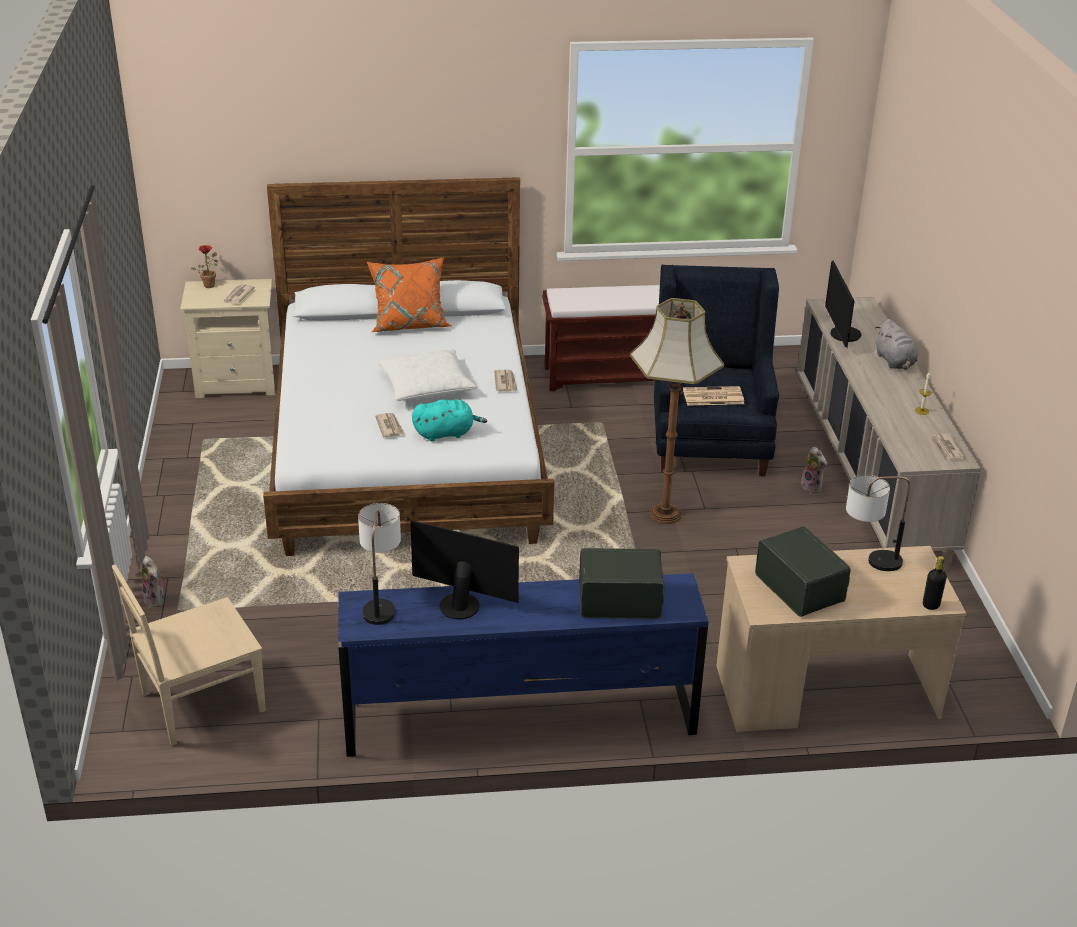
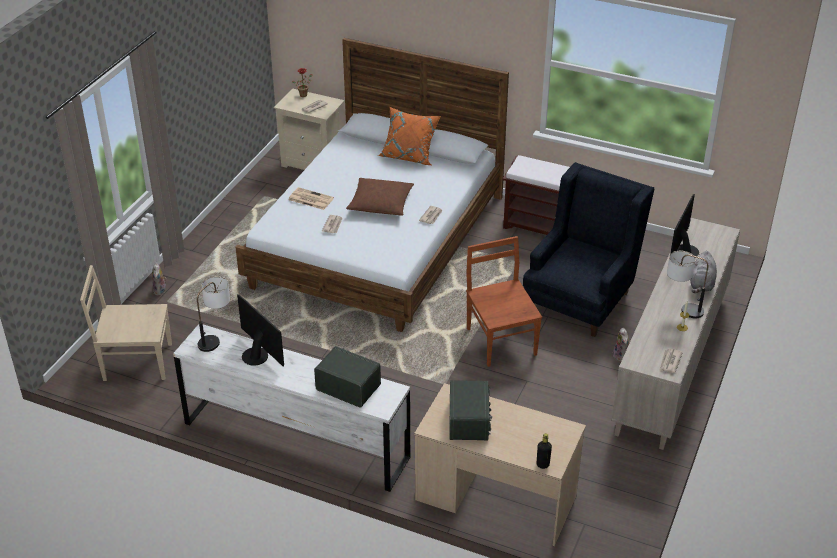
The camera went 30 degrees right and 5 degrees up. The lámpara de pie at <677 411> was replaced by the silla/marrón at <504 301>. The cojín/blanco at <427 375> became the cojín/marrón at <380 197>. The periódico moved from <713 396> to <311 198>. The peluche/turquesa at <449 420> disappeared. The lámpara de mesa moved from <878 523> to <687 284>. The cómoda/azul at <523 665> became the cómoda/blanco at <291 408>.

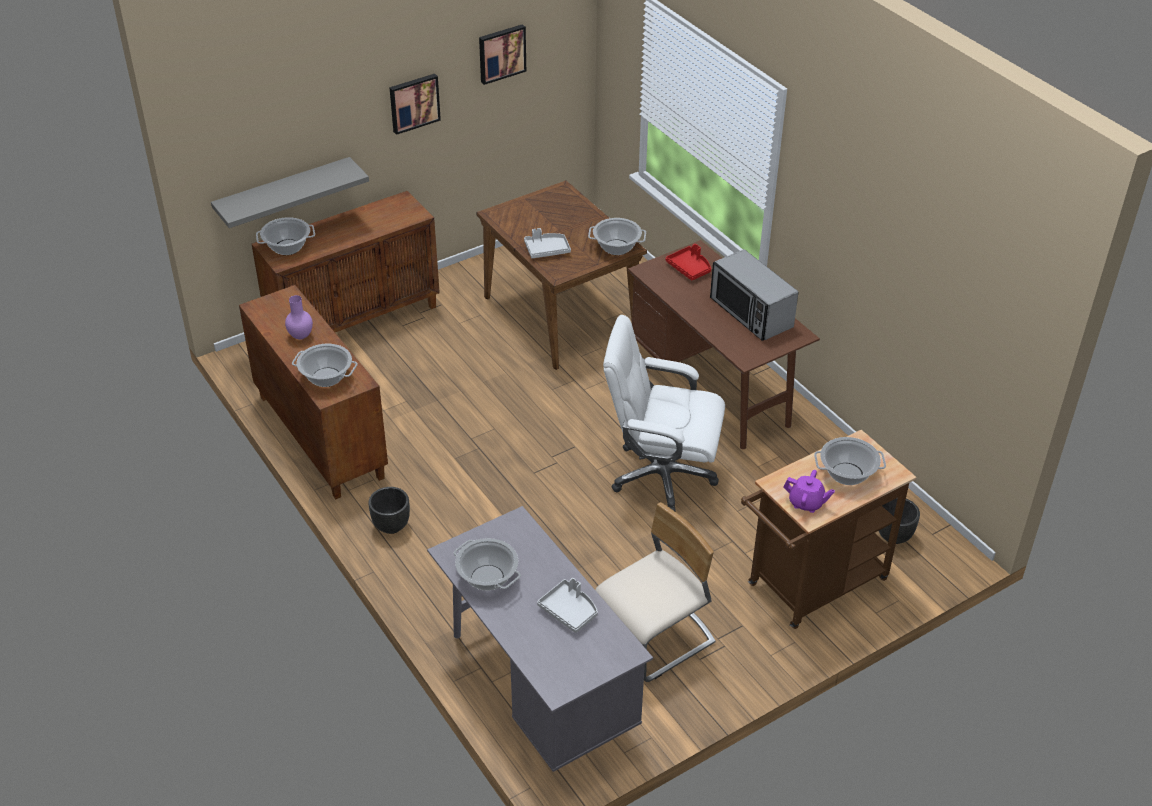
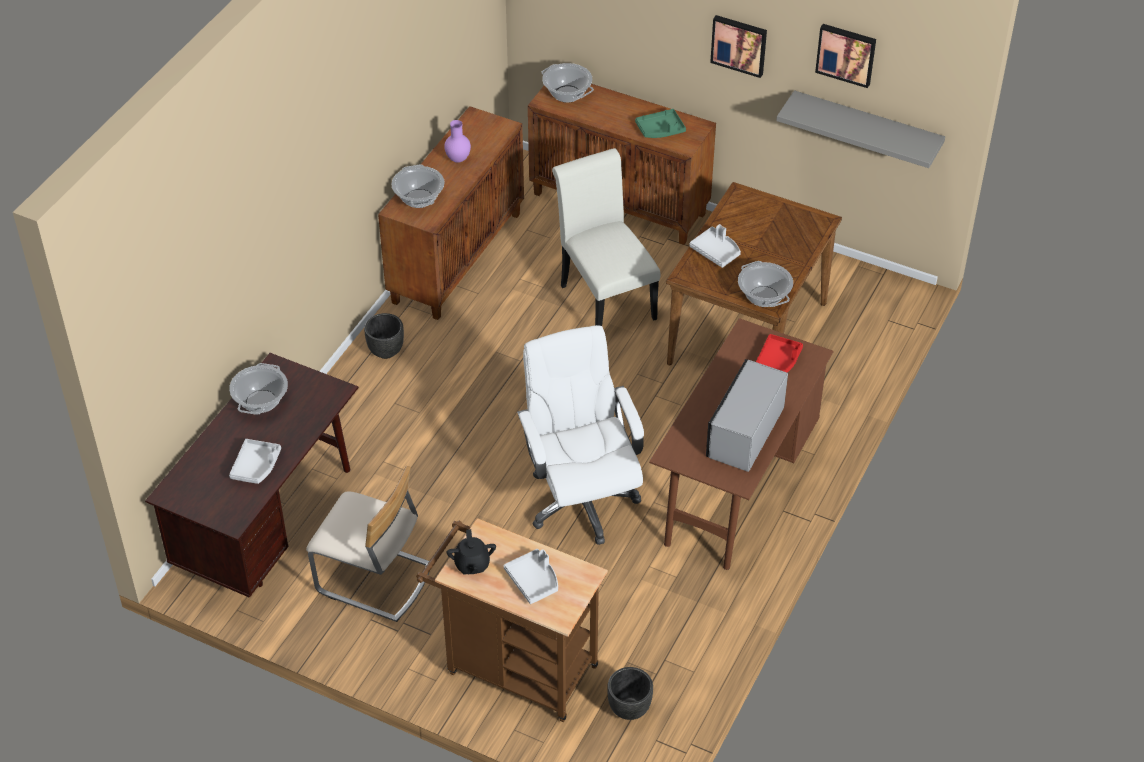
The camera went 60 degrees right and 5 degrees up. The estante/gris moved from <290 192> to <860 129>. The olla at <850 461> was replaced by the bandeja/gris at <531 576>. The tetera/morado at <809 491> became the tetera/negro at <471 552>. The escritorio/gris at <540 639> became the escritorio/marrón at <252 475>. The bandeja/verde at <660 123> appeared. The silla/blanco at <606 237> appeared.

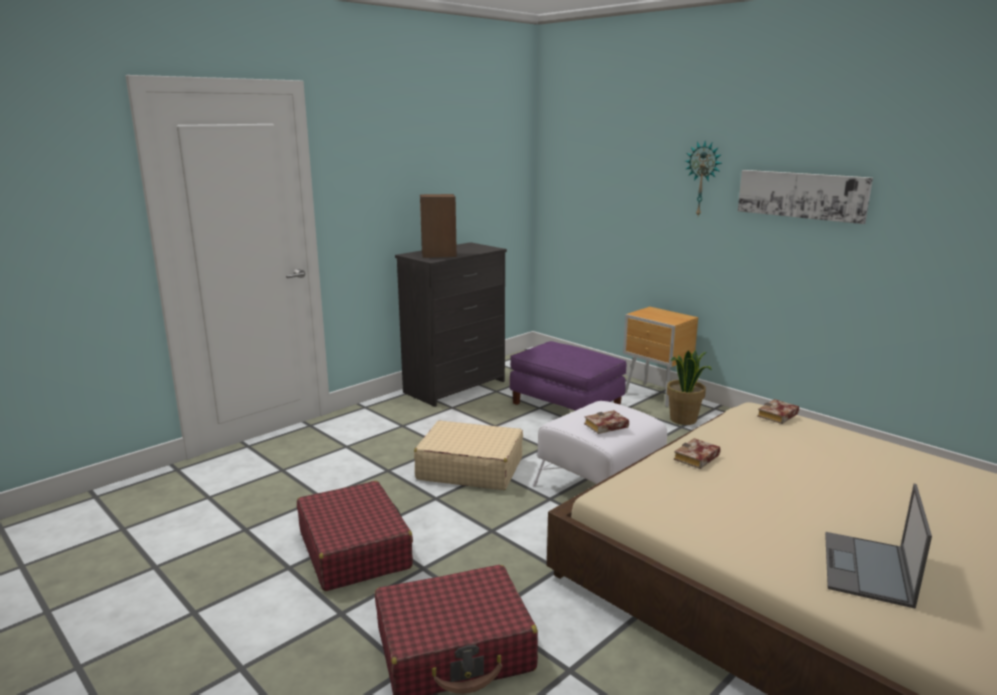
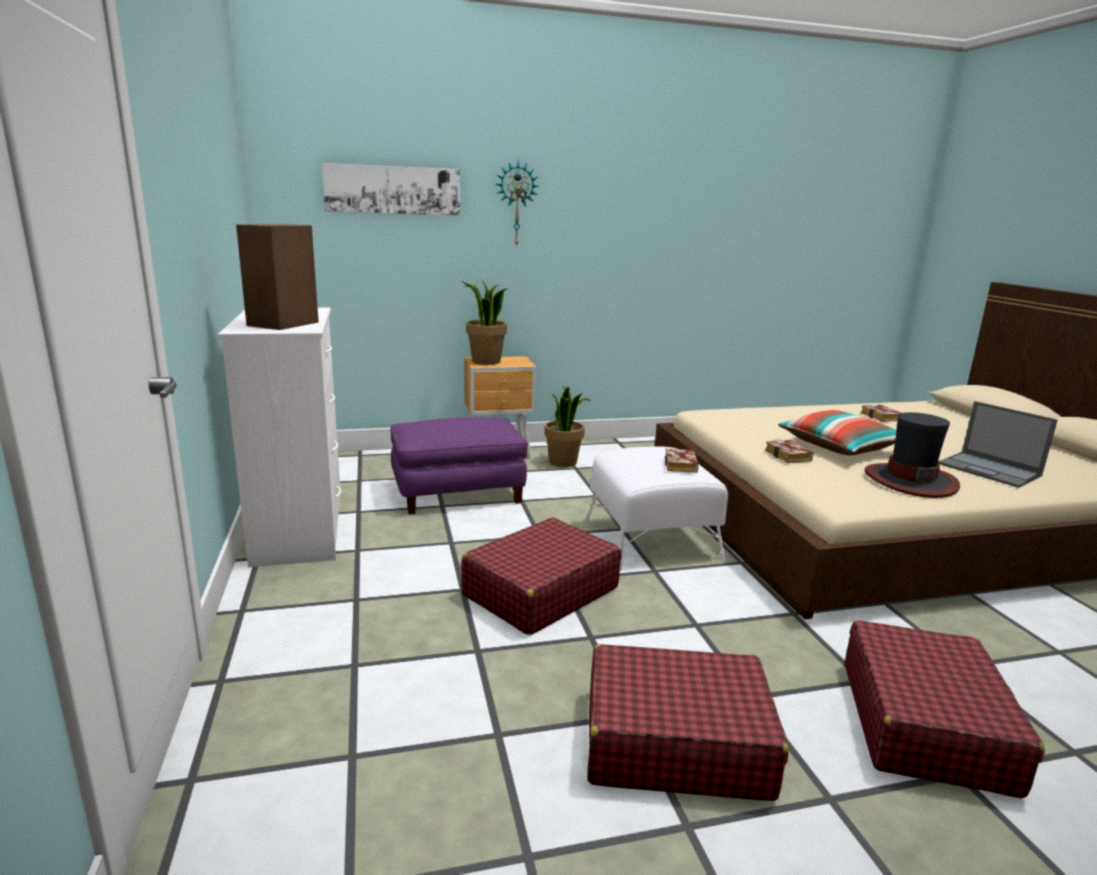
The camera went 60 degrees left and 0 degrees up. The cuadro moved from <805 197> to <391 189>. The cómoda/negro at <451 324> became the cómoda/blanco at <279 437>. The libro moved from <778 411> to <880 413>. The maleta/beis at <468 455> became the maleta/rojo at <541 576>. The planta en maceta at <484 322> appeared. The cojín at <837 432> appeared. The sombrero at <912 455> appeared.

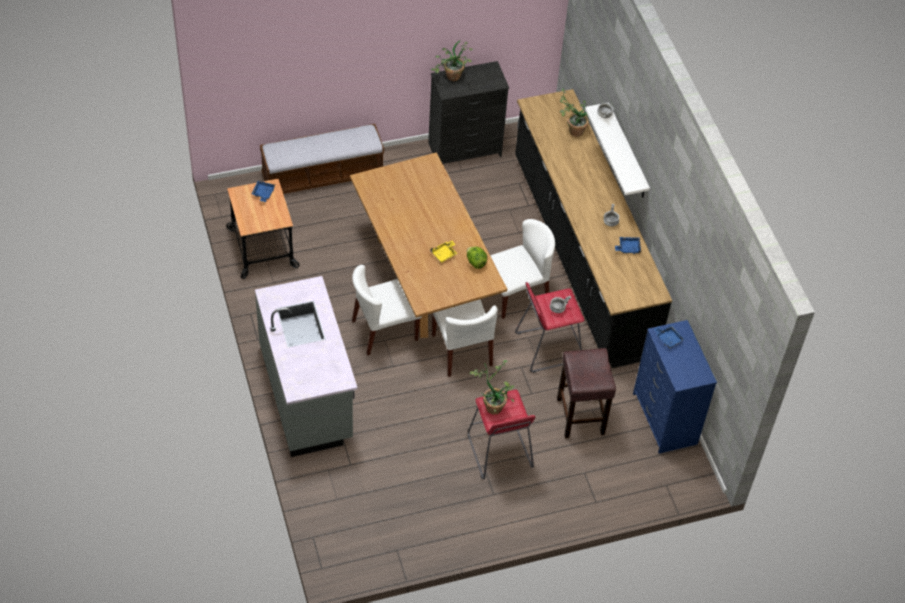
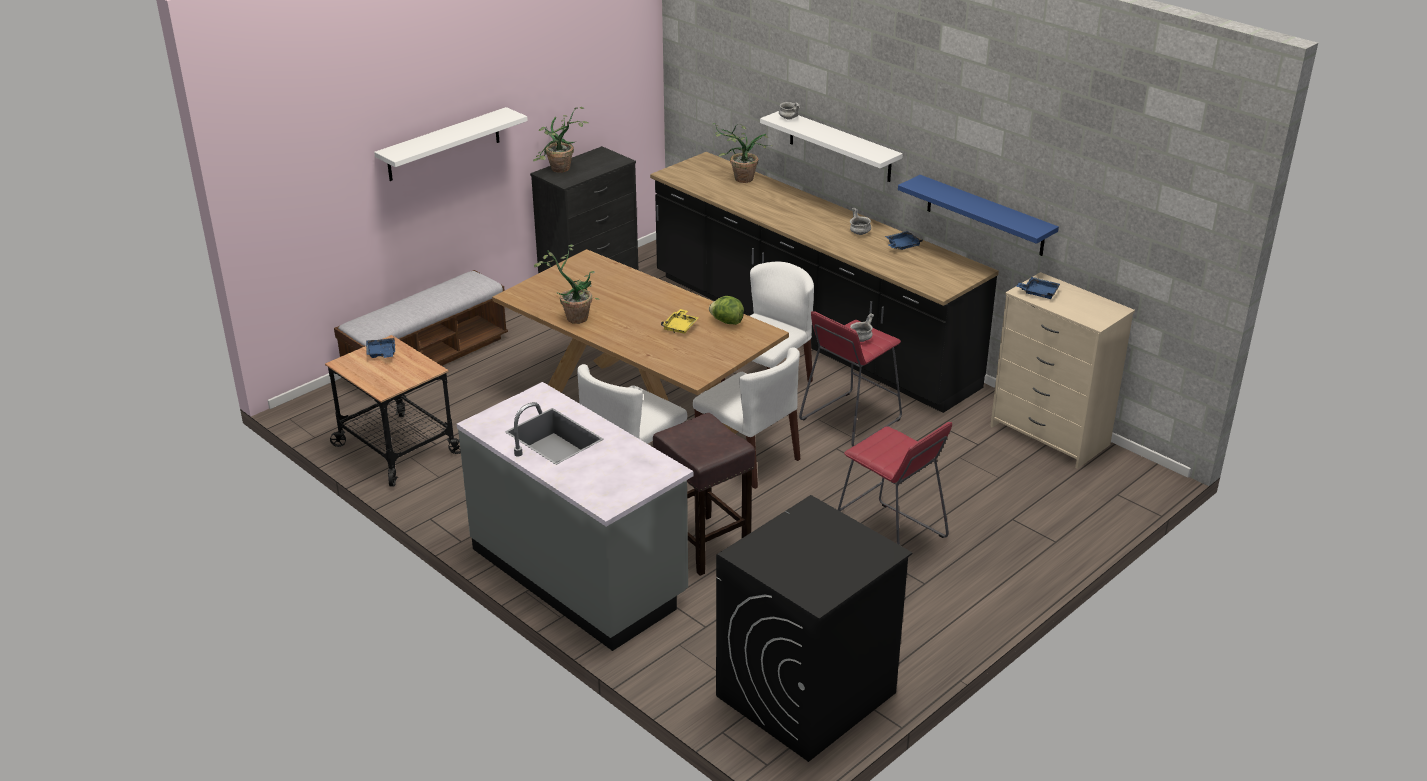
The camera went 25 degrees left and 20 degrees down. The cómoda/azul at <675 387> became the cómoda/beis at <1062 370>. The taburete/marrón moved from <586 393> to <704 494>. The planta en maceta moved from <492 387> to <566 284>. The estante/blanco at <451 144> appeared. The estante/azul at <978 215> appeared. The lavadora/negro at <814 628> appeared.

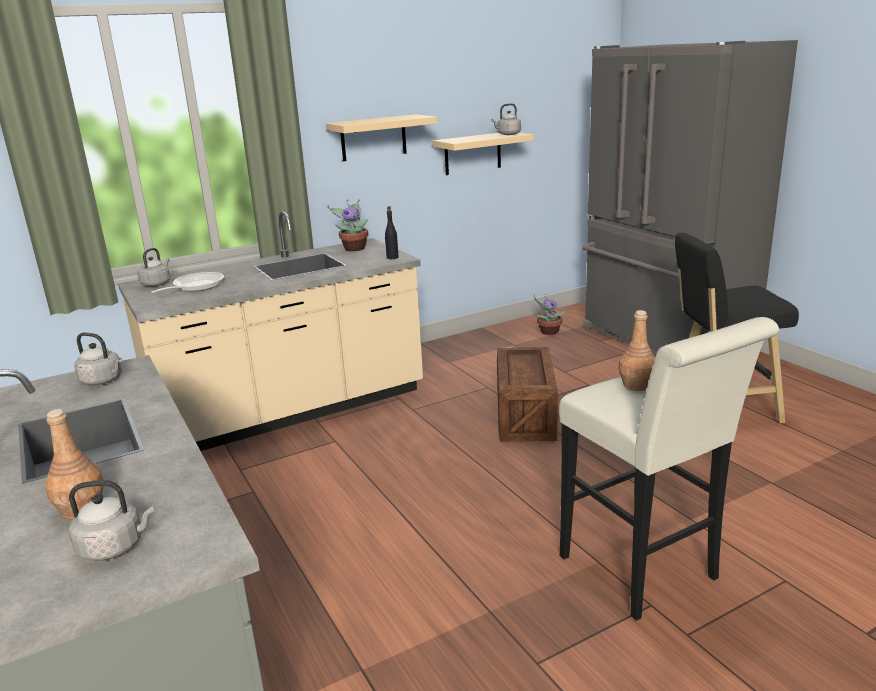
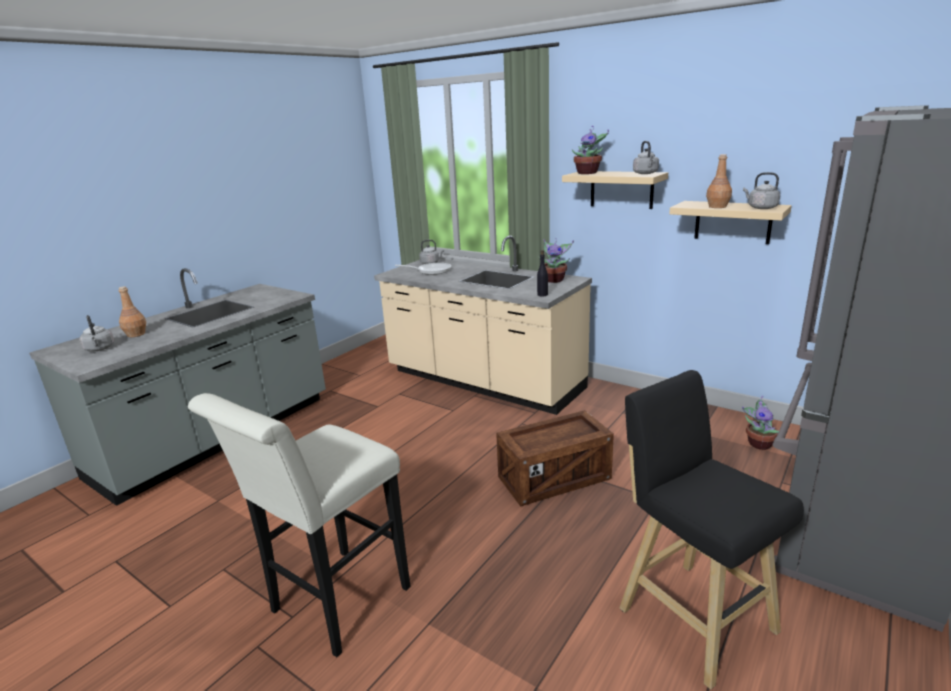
The camera went 65 degrees right and 0 degrees up. The botella/marrón moved from <636 350> to <719 181>. The hervidor/gris moved from <98 359> to <646 157>. The planta en maceta at <590 150> appeared.

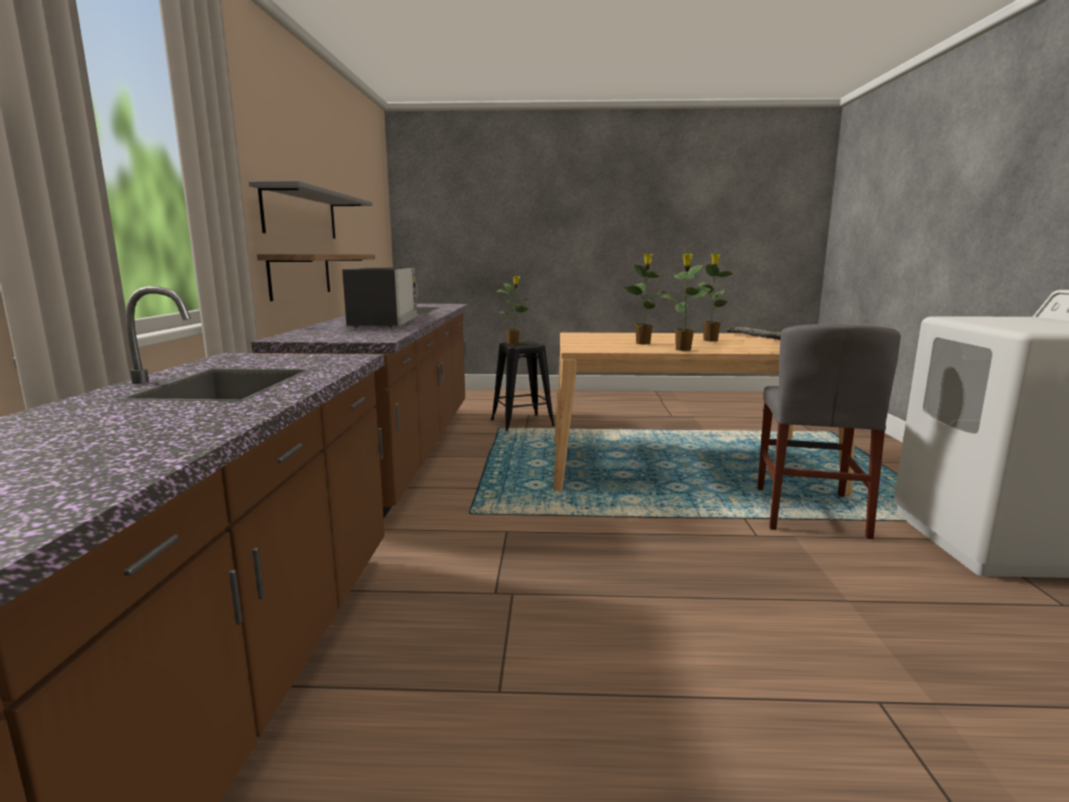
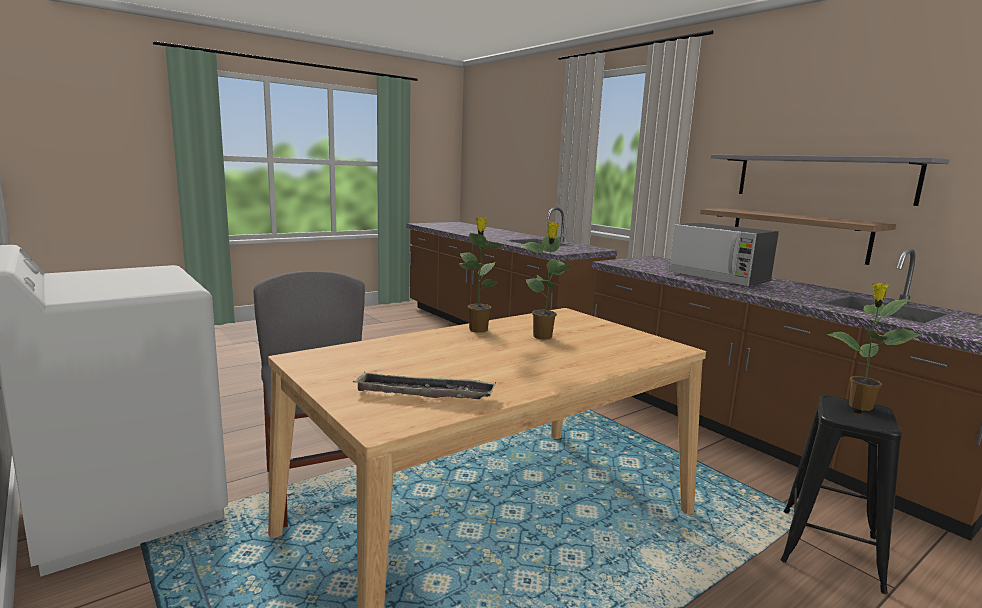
The camera went 140 degrees right and 0 degrees up. The planta en maceta at <715 297> disappeared.

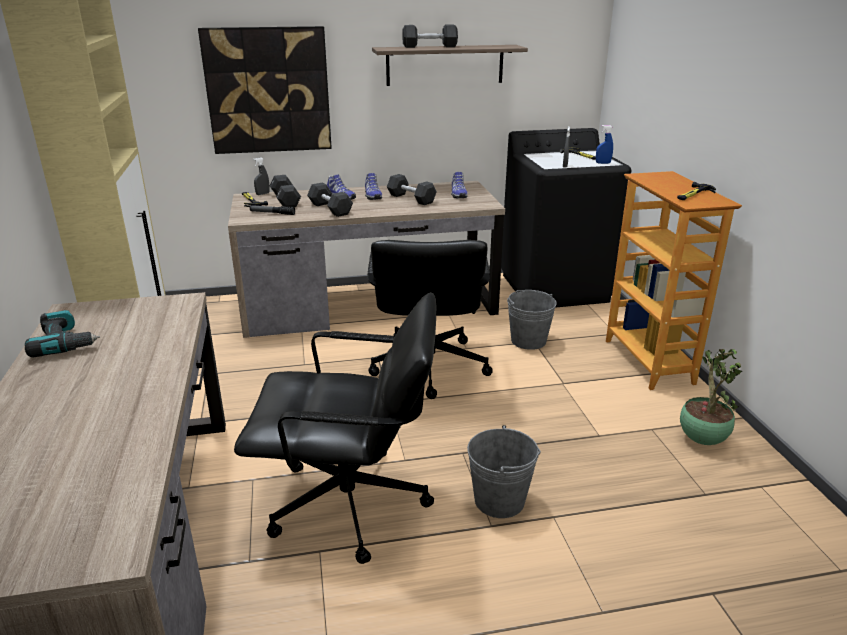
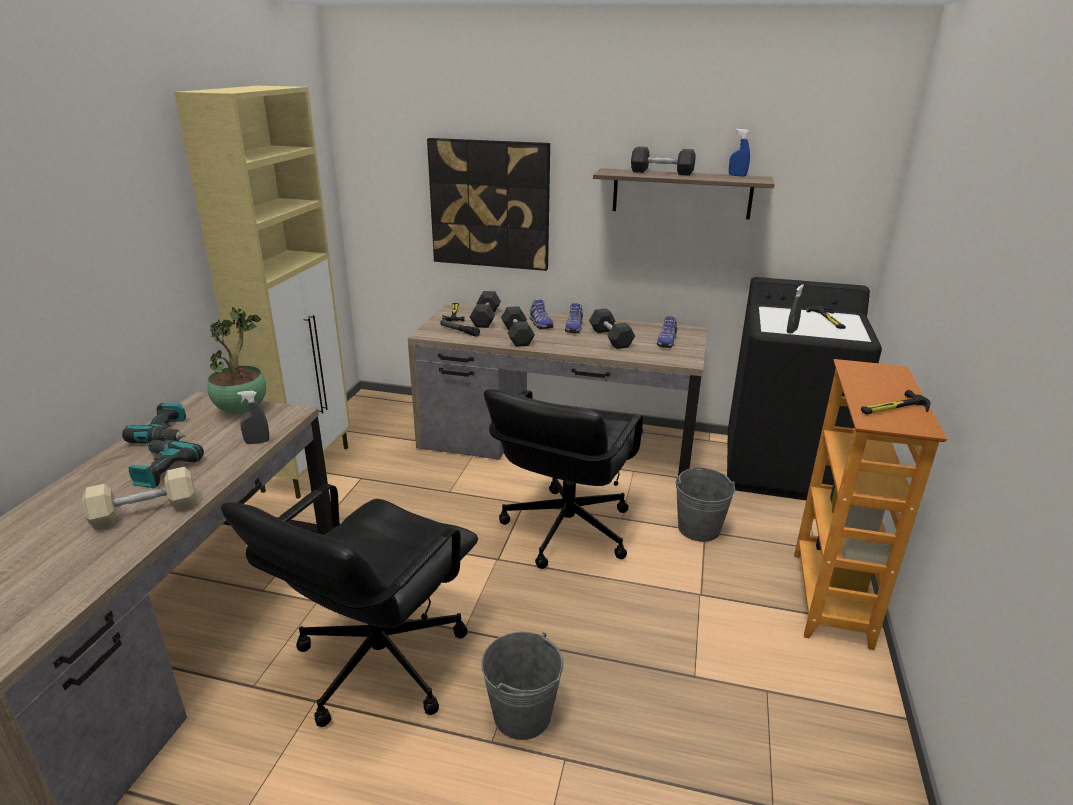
The camera went 25 degrees right and 0 degrees up. The pulverizador/azul moved from <604 144> to <739 153>. The pulverizador/gris moved from <261 176> to <253 417>. The silla de oficina/negro at <335 428> turned 90 degrees clockwise. The planta en maceta moved from <711 397> to <236 360>. The taladro at <166 464> appeared. The mancuerna/beis at <139 498> appeared.

